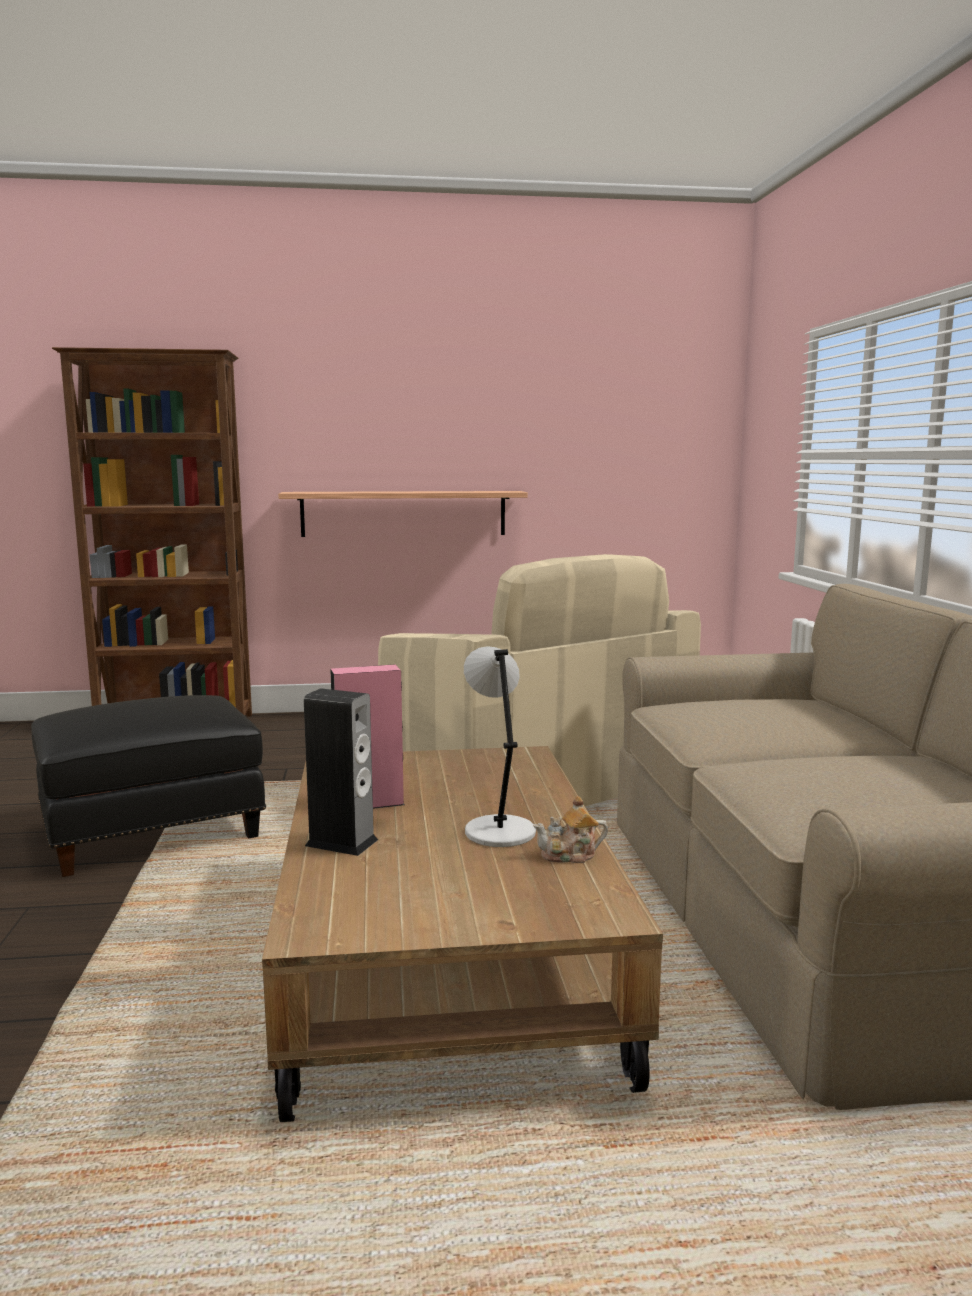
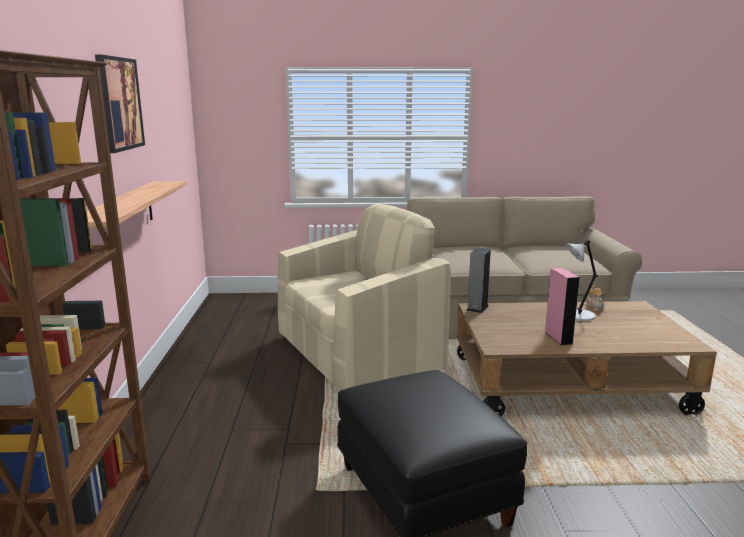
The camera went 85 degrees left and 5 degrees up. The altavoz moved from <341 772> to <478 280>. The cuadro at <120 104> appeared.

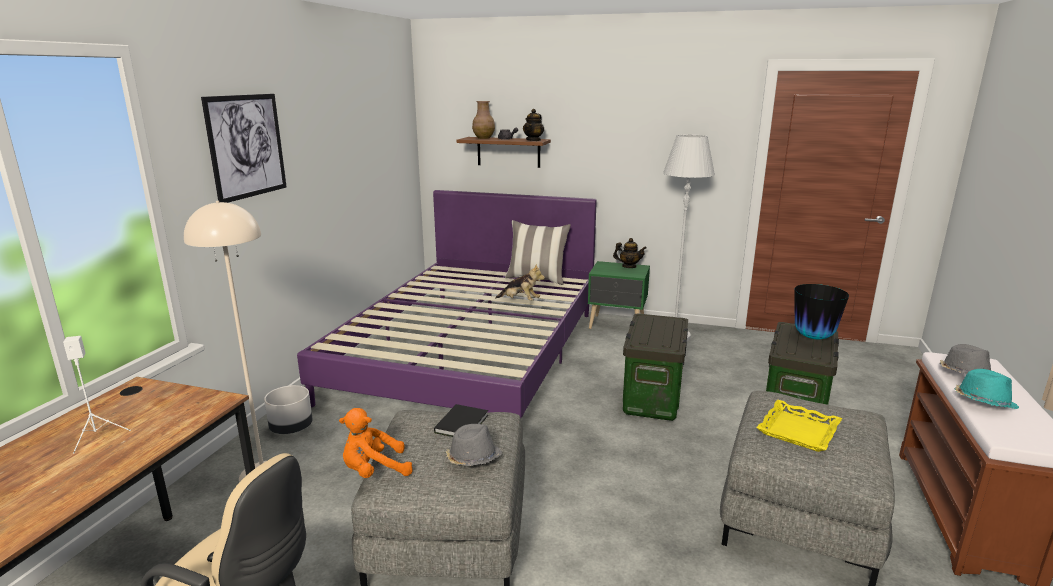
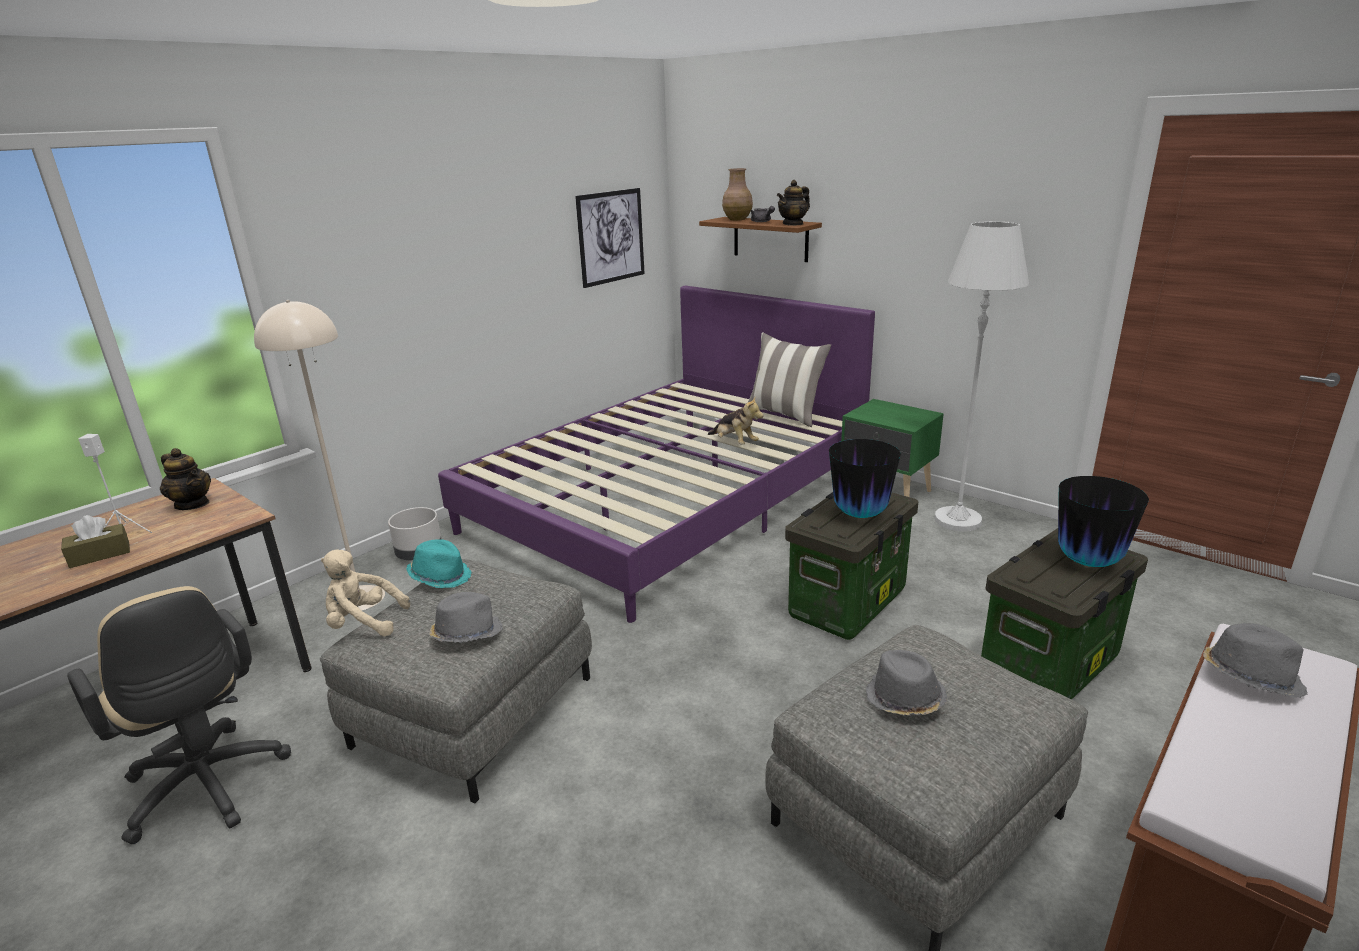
The camera went 25 degrees right and 5 degrees up. The cuadro moved from <244 148> to <610 238>. The tetera moved from <630 253> to <185 479>. The sombrero/turquesa moved from <986 389> to <439 563>. The bandeja/amarillo at <799 426> was replaced by the sombrero/gris at <906 683>. The libro/negro at <461 420> disappeared. The peluche/naranja at <376 443> became the peluche/beis at <365 593>. The florero at <865 478> appeared. The caja de pañuelos/marrón at <95 541> appeared.

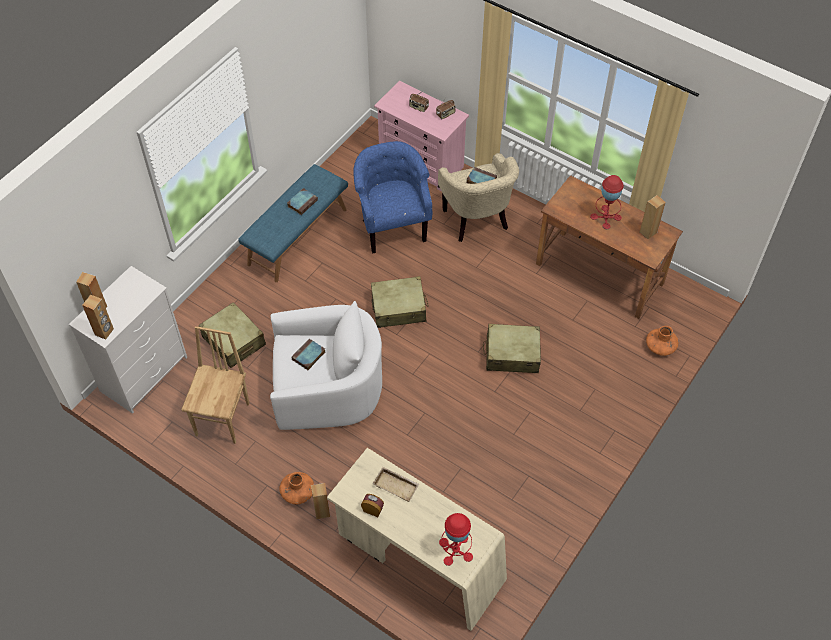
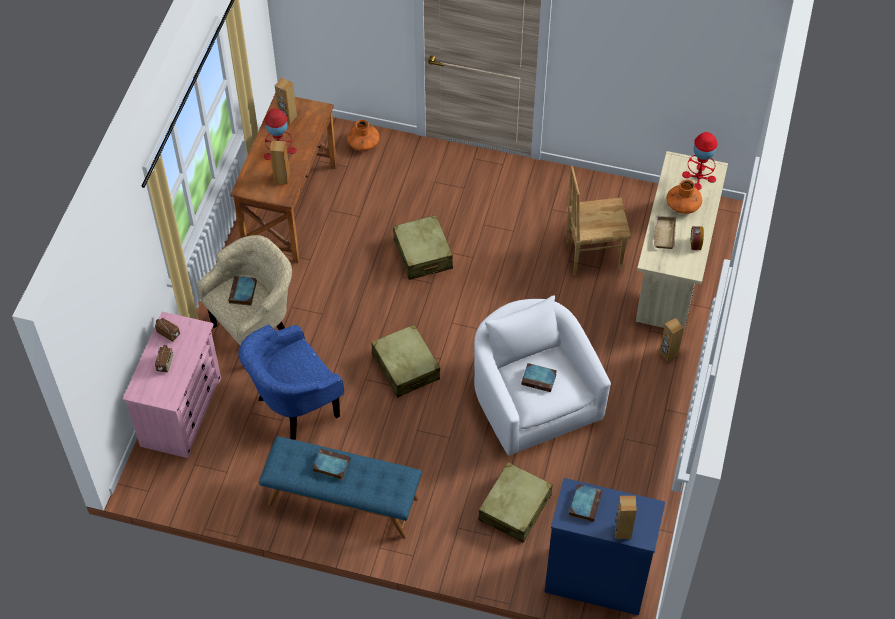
The camera went 110 degrees left and 0 degrees up. The cómoda/blanco at <128 340> became the cómoda/azul at <604 546>. The altavoz/marrón moved from <98 317> to <280 162>. The silla/marrón moved from <215 385> to <598 220>. The florero/naranja moved from <296 488> to <684 197>. The libro at <586 503> appeared.

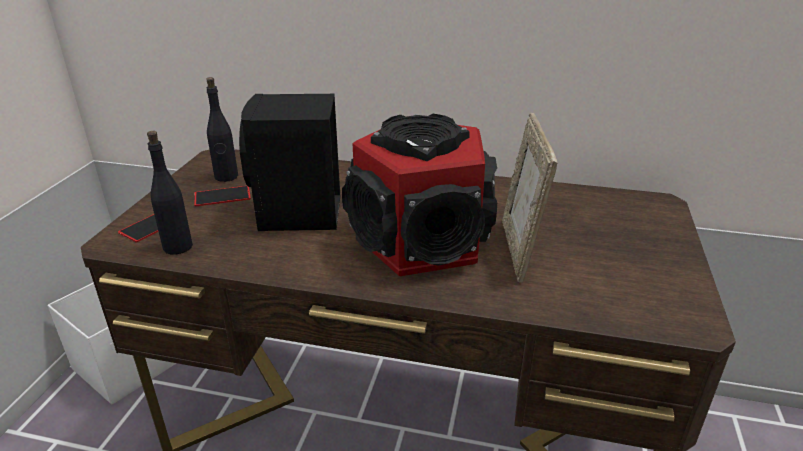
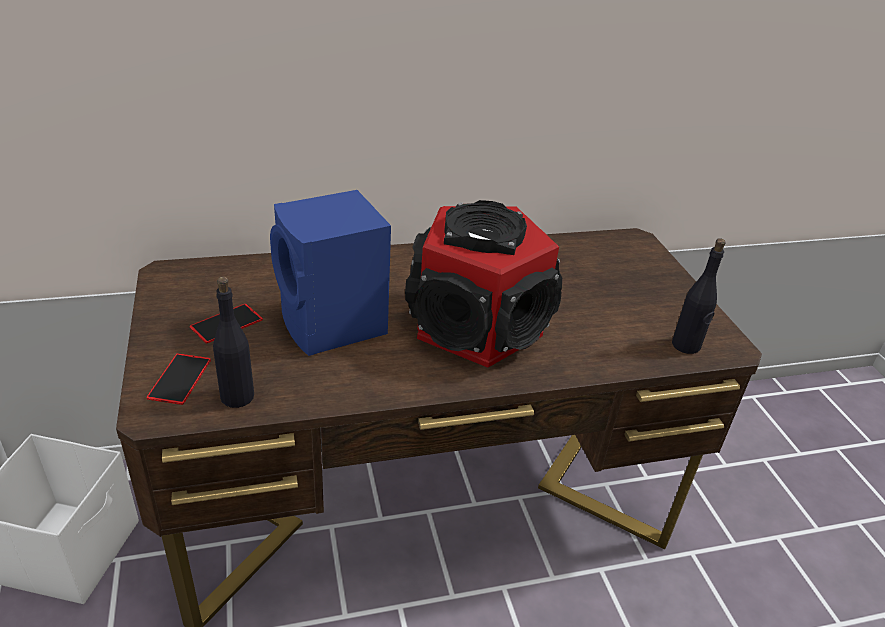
The camera went 30 degrees left and 5 degrees up. The botella/negro moved from <222 129> to <699 296>. The altavoz/negro at <289 162> became the altavoz/azul at <330 273>. The portarretratos at <529 198> disappeared.

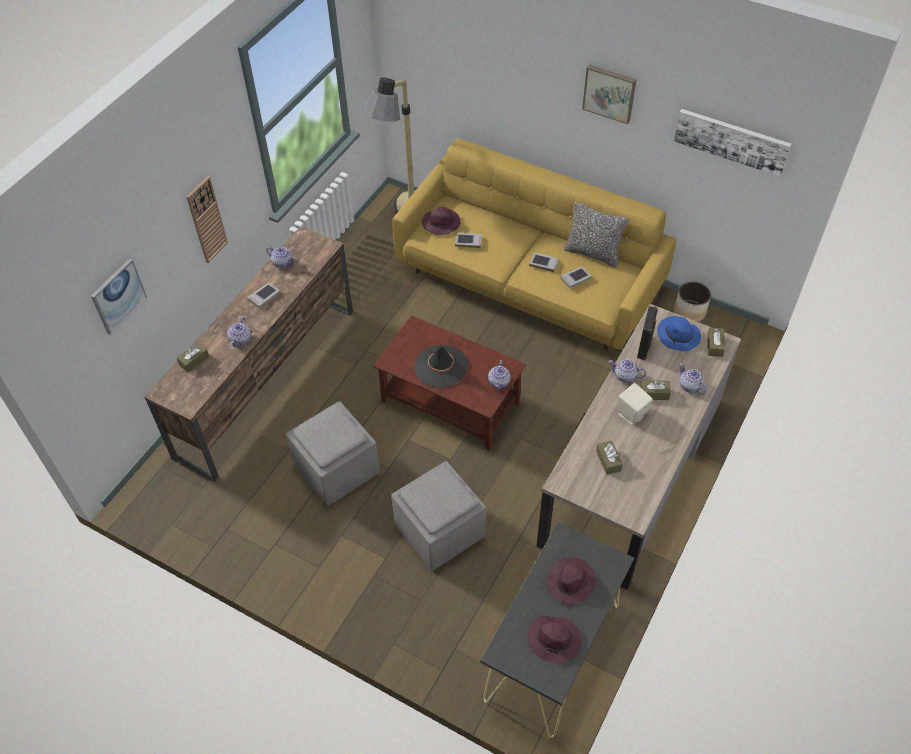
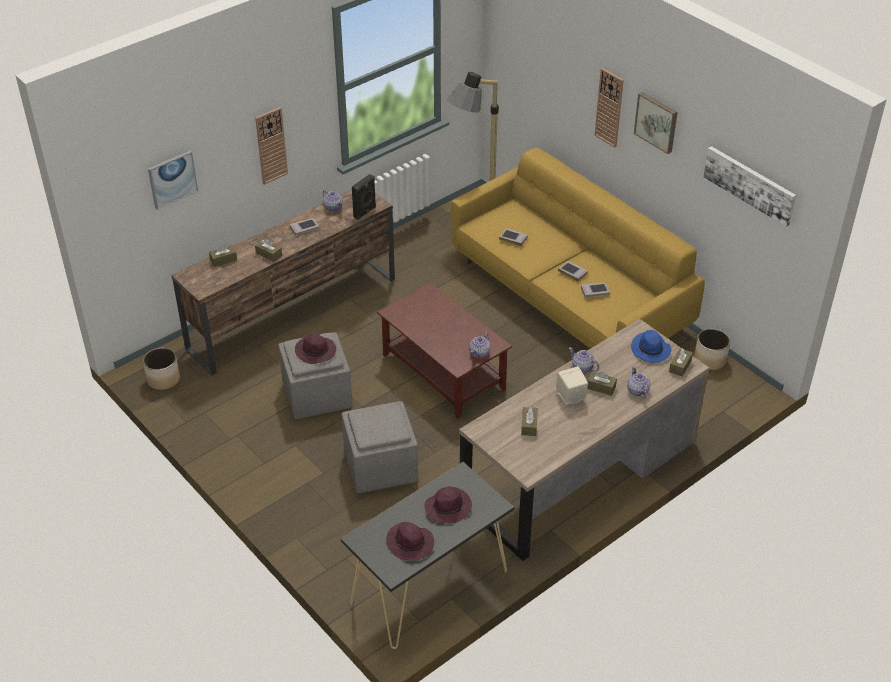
The camera went 20 degrees right and 10 degrees down. The cojín at <596 235> disappeared. The sombrero/morado moved from <441 221> to <315 349>. The altavoz/negro moved from <647 333> to <364 197>. The tetera at <239 332> was replaced by the caja de pañuelos/marrón at <268 250>. The sombrero/negro at <441 366> disappeared. The reloj de pared at <609 108> appeared. The maceta at <161 369> appeared.

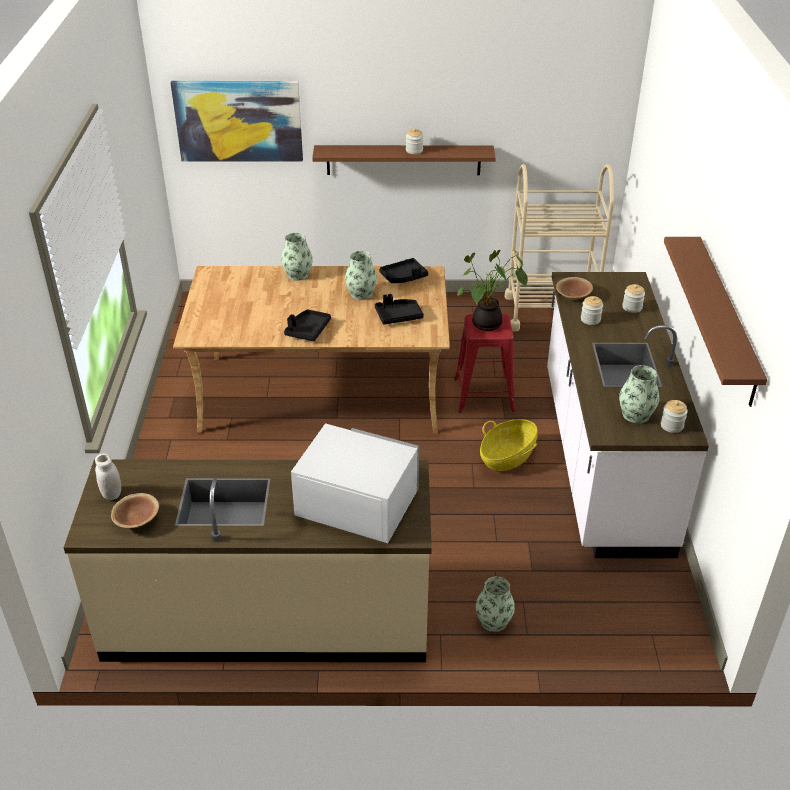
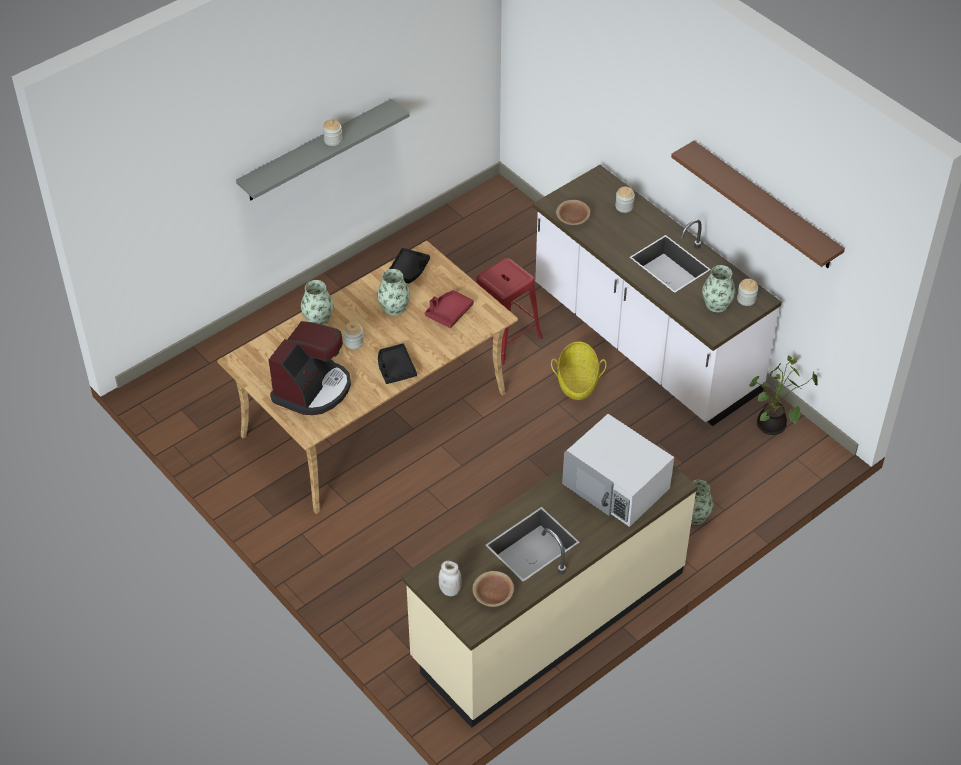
The camera went 40 degrees left and 10 degrees up. The cuadro at <237 121> disappeared. The estante/marrón at <404 160> became the estante/gris at <323 149>. The carrito/beis at <559 248> disappeared. The planta en maceta moved from <492 290> to <783 395>. The bandeja/negro at <399 309> became the bandeja/rojo at <449 309>. The tarro moved from <592 310> to <353 335>. The microondas/blanco at <355 483> turned 120 degrees counterclockwise. The cafetera at <309 368> appeared.

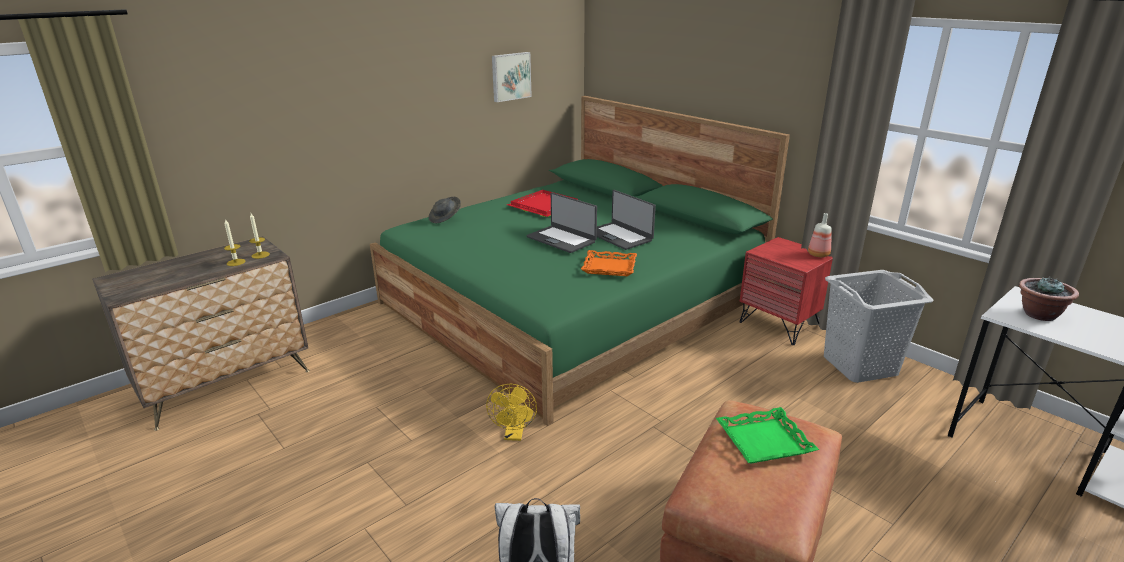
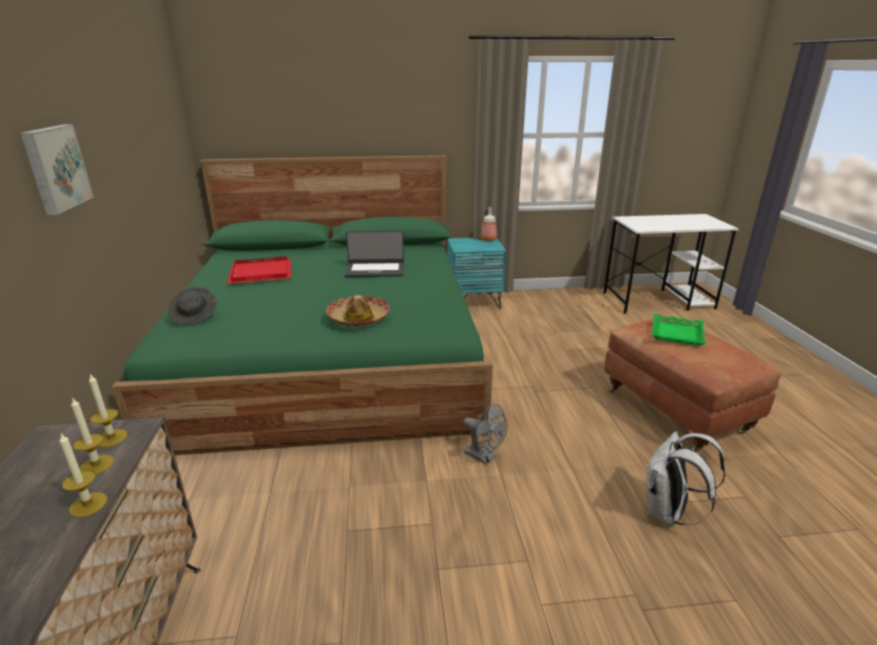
The camera went 55 degrees left and 0 degrees up. The cuadro moved from <512 77> to <56 169>. The portátil at <562 222> disappeared. The mesita de noche/rojo at <786 291> became the mesita de noche/turquesa at <476 273>. The bandeja/naranja at <609 263> disappeared. The cesto de la ropa/gris at <879 326> disappeared. The planta en maceta at <1049 298> disappeared. The ventilador/amarillo at <511 412> became the ventilador/gris at <485 434>. The sombrero at <358 311> appeared. The vela at <83 475> appeared.

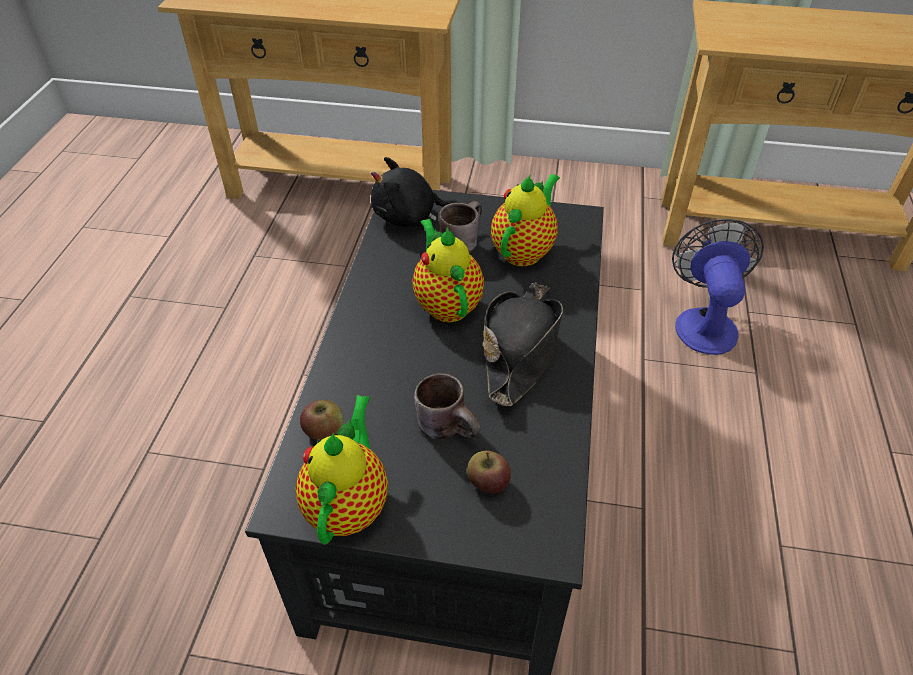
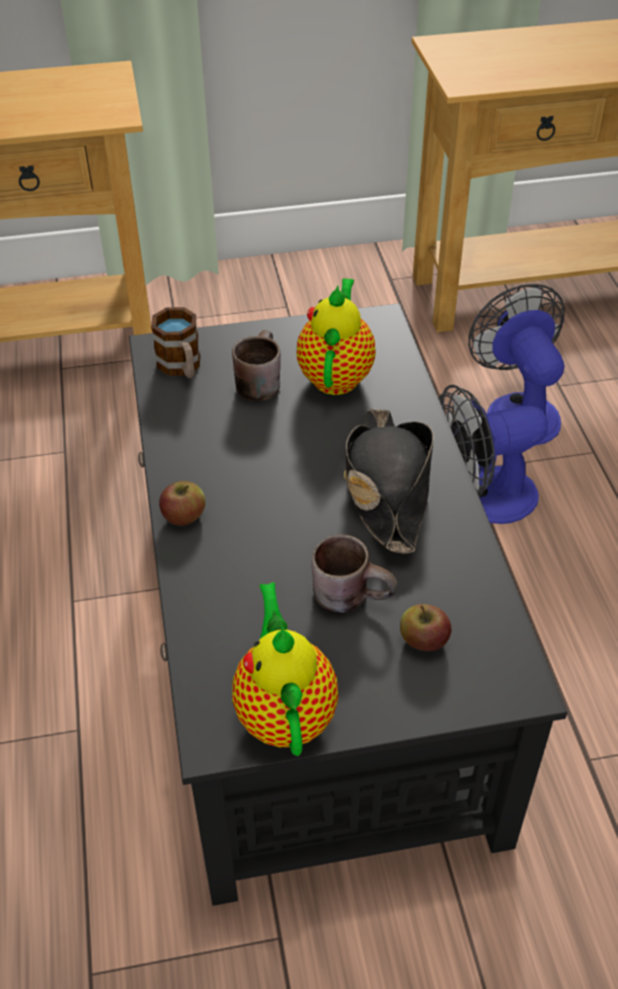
The camera went 20 degrees left and 0 degrees up. The peluche/negro at <415 192> was replaced by the taza grande at <175 342>. The tetera at <448 270> disappeared. The manzana moved from <321 420> to <182 503>. The ventilador at <493 454> appeared.

